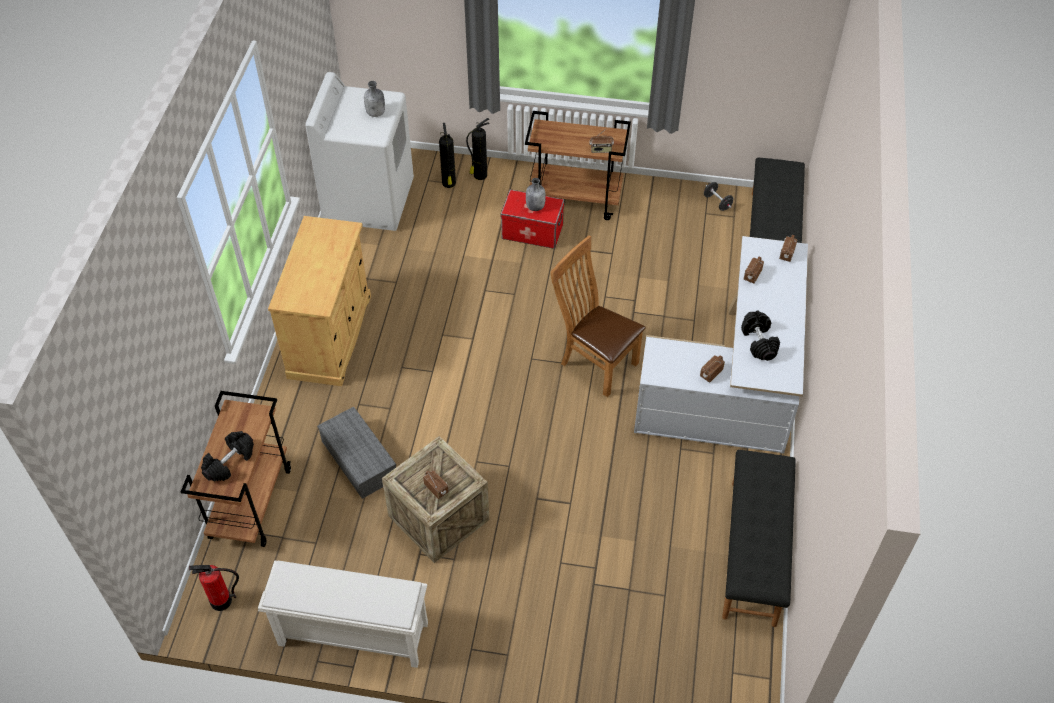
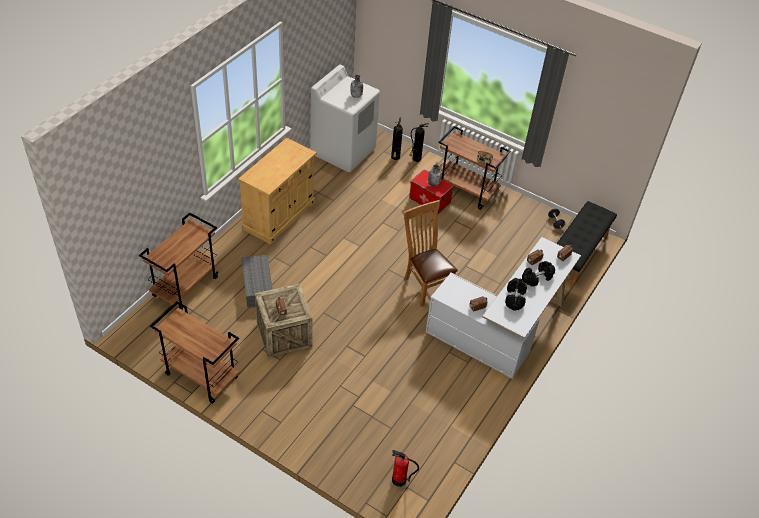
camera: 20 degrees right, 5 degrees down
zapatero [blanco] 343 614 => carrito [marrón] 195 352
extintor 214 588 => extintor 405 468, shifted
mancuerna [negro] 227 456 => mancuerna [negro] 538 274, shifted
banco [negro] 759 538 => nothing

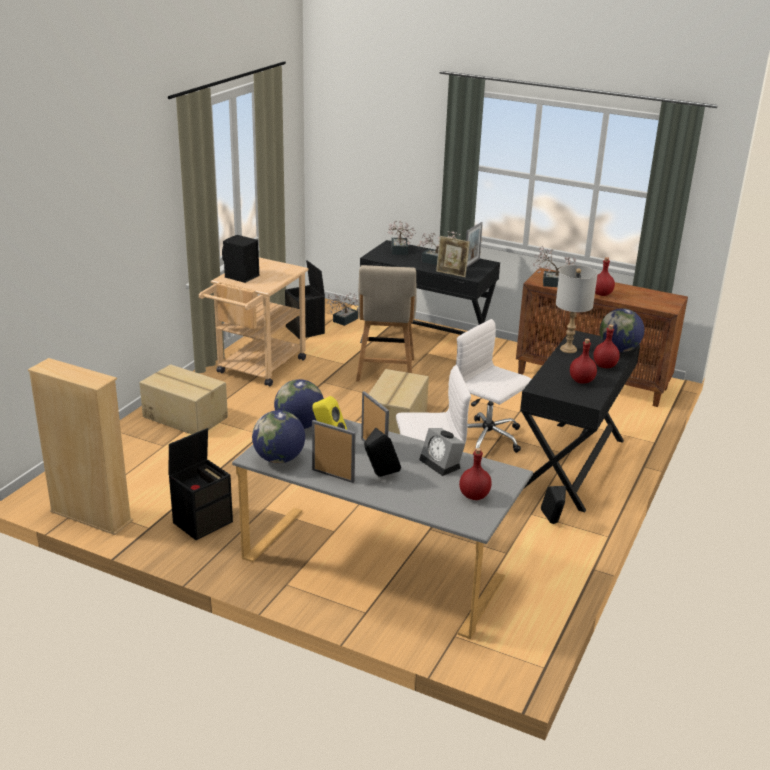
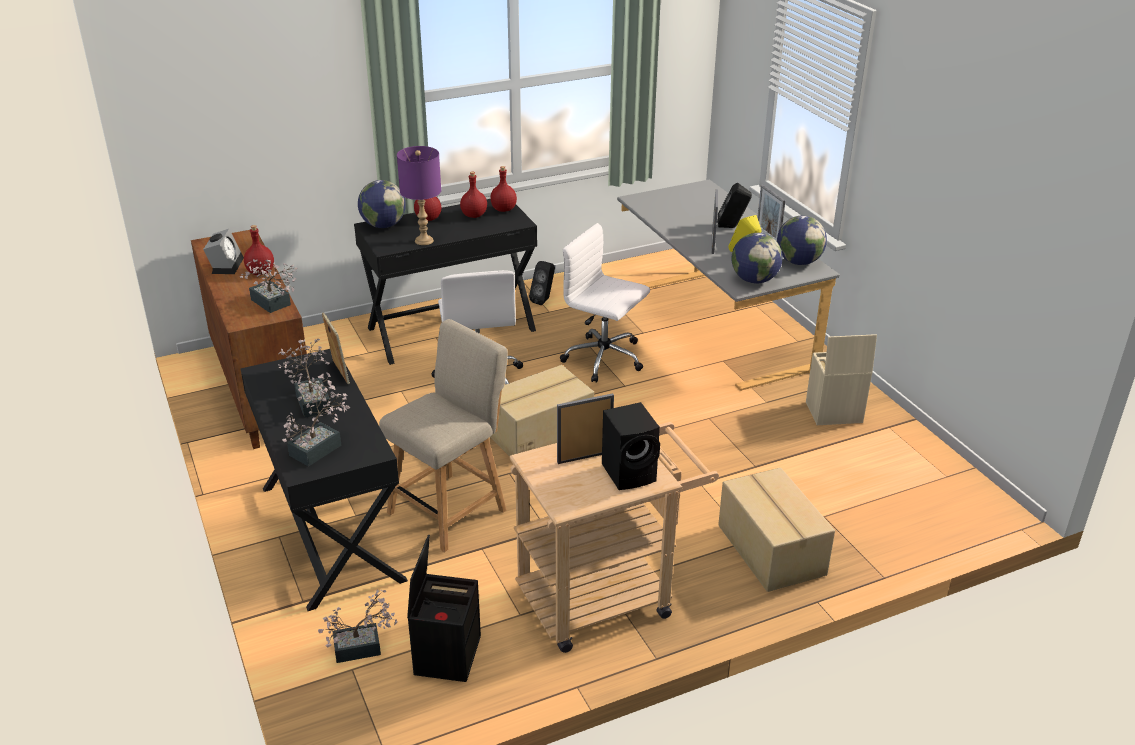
camera: 140 degrees left, 5 degrees up
despertador 442 452 => despertador 223 251, shifted
lámpara de mesa [gris] 577 309 => lámpara de mesa [morado] 419 195
botella [rojo] 475 474 => botella [rojo] 503 189, shifted
portarretratos 474 244 => portarretratos 585 428, shifted
caja de almacenaje [negro] 201 484 => caja de almacenaje [beis] 841 379
estantería [beis] 80 446 => nothing

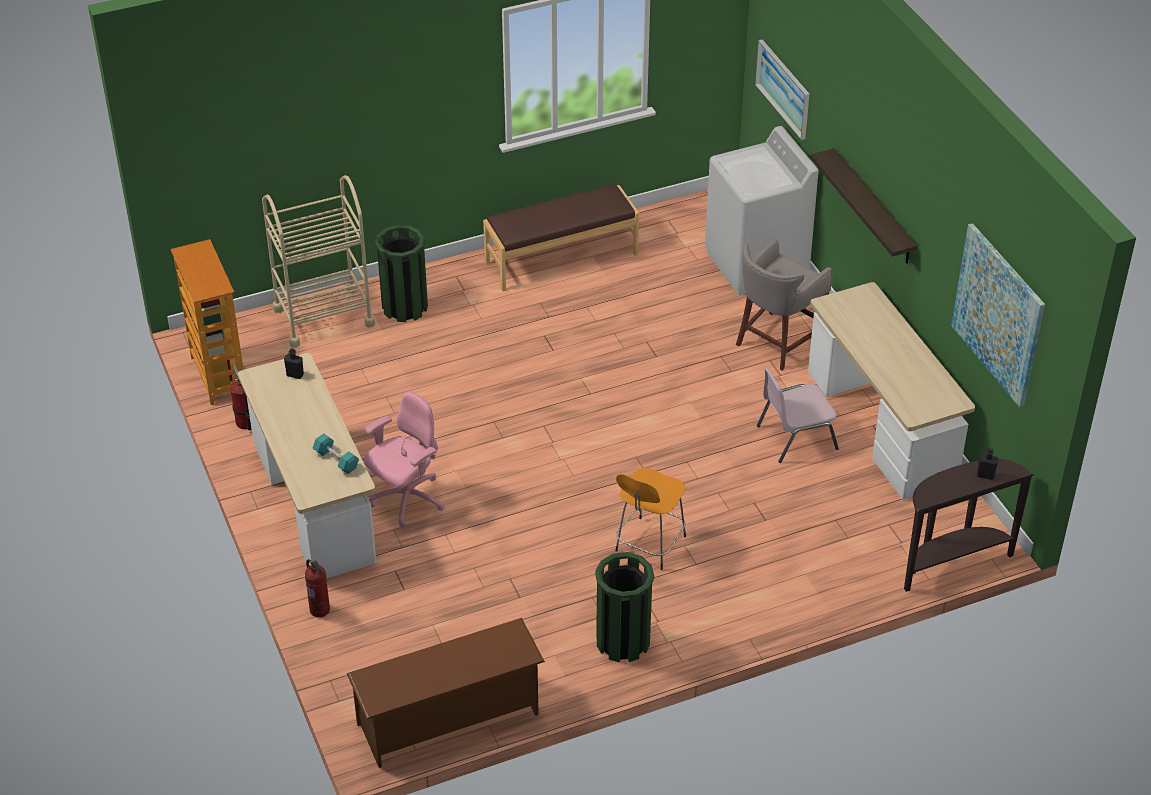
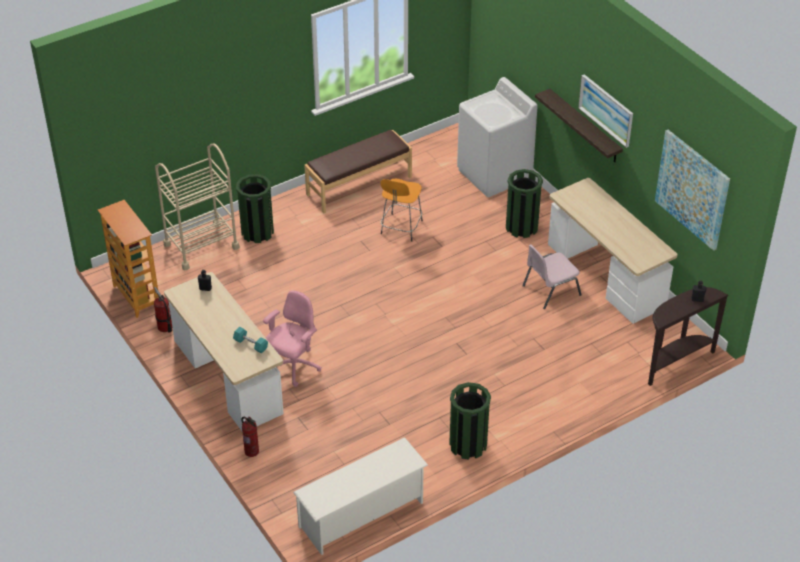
camera: 10 degrees left, 0 degrees up
zapatero [marrón] 446 693 => zapatero [blanco] 360 496
taburete [naranja] 650 519 => taburete [naranja] 401 210, shifted
taburete [gris] 784 305 => papelera [verde] 524 203
cuadro 782 89 => cuadro 605 111, shifted

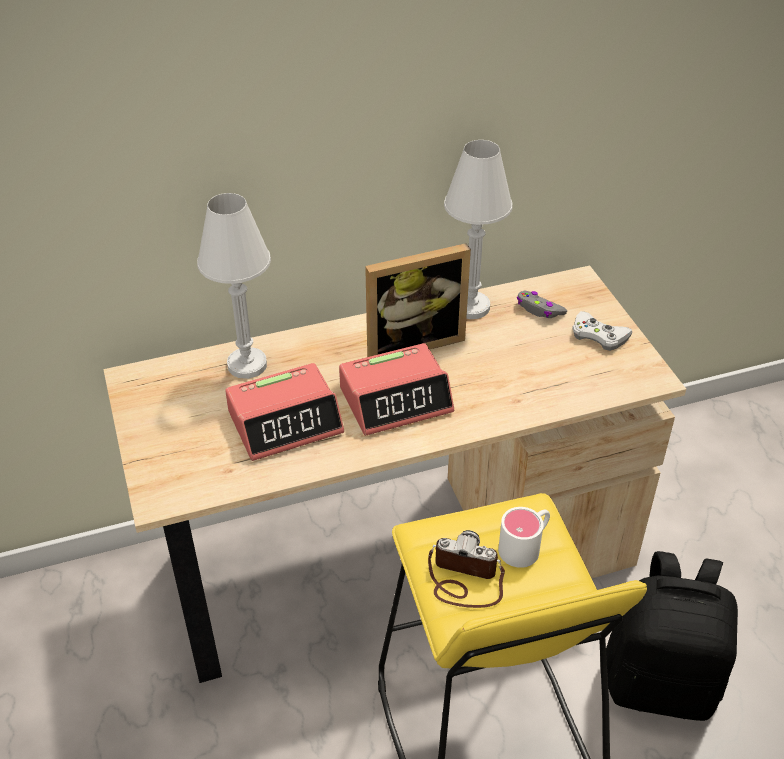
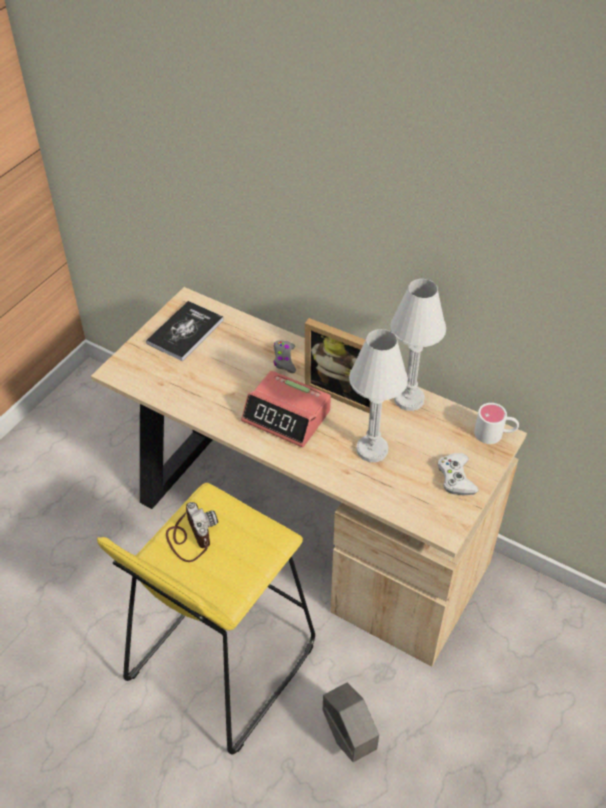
camera: 50 degrees right, 5 degrees up
nothing => libro 185 331
mando de consola [gris] 542 304 => mando de consola [gris] 285 356, shifted
mochila [negro] 672 636 => maceta [gris] 351 722
lámpara de mesa [blanco] 234 286 => lámpara de mesa [blanco] 378 395, shifted
taza grande [blanco] 524 537 => taza grande [blanco] 496 423, shifted
despertador 284 412 => nothing

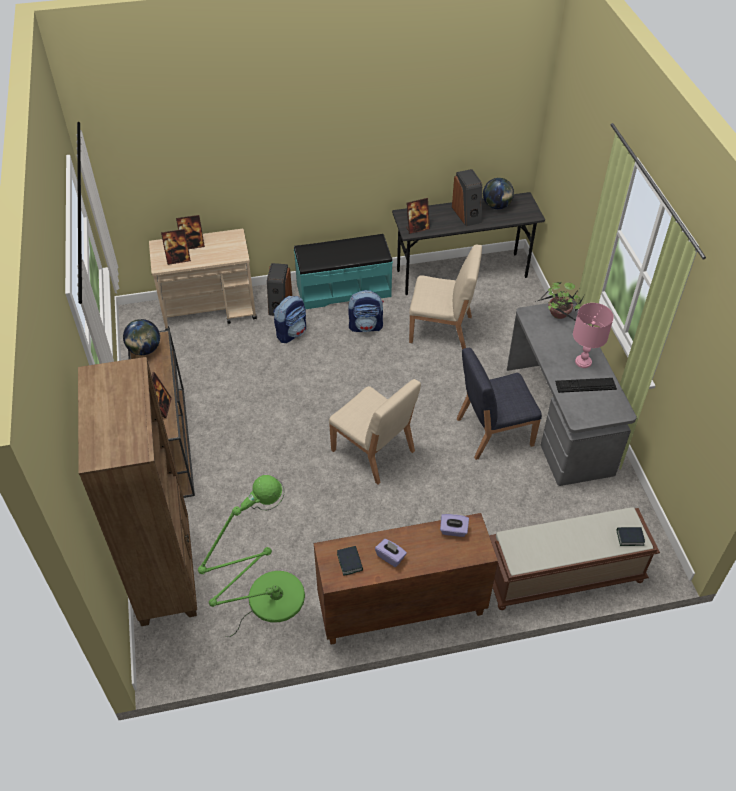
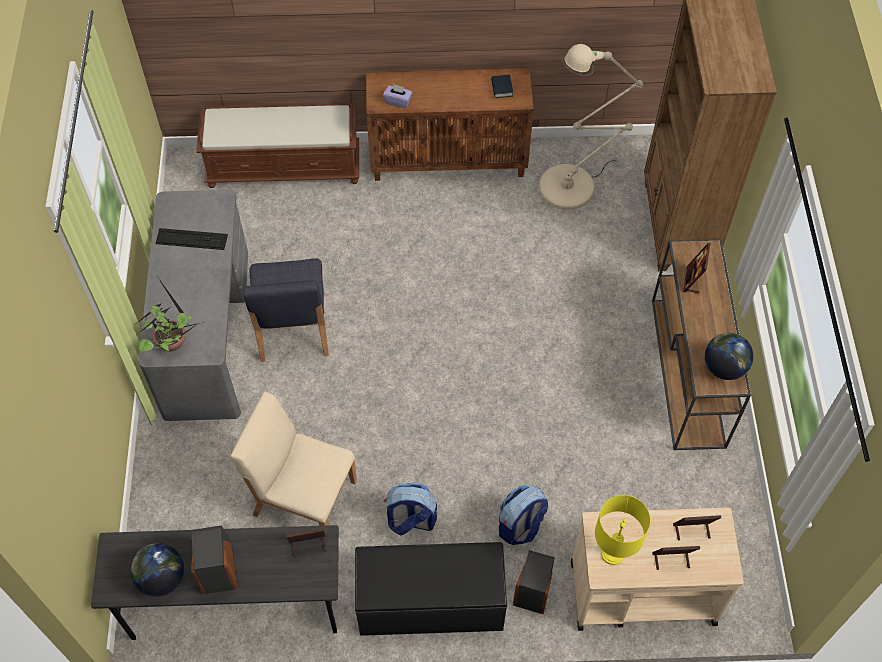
camera: 170 degrees left, 10 degrees up
silla [azul] 499 404 => silla [azul] 286 310, 90 degrees clockwise
banco [turquesa] 343 271 => banco [negro] 431 589
lámpara de pie [verde] 251 556 => lámpara de pie [beis] 591 127
nothing => lámpara de mesa [amarillo] 622 530
silla [beis] 375 431 => nothing
caja de pañuelos [morado] 391 553 => nothing
lámpara de mesa [rosa] 593 335 => nothing
libro 630 536 => nothing

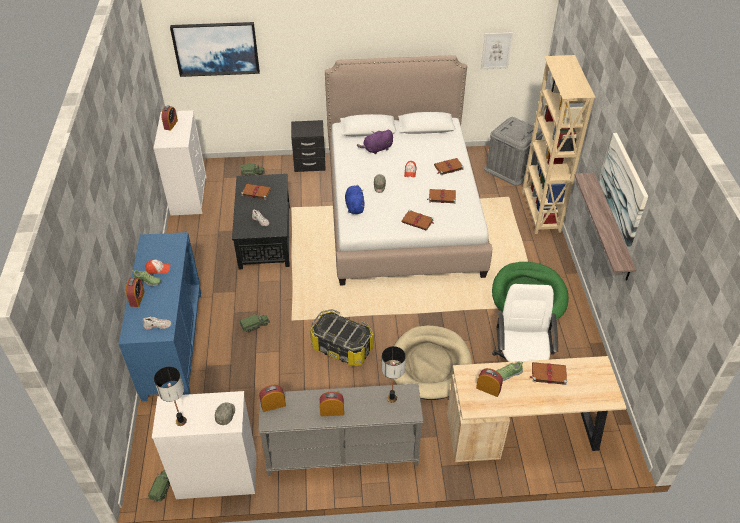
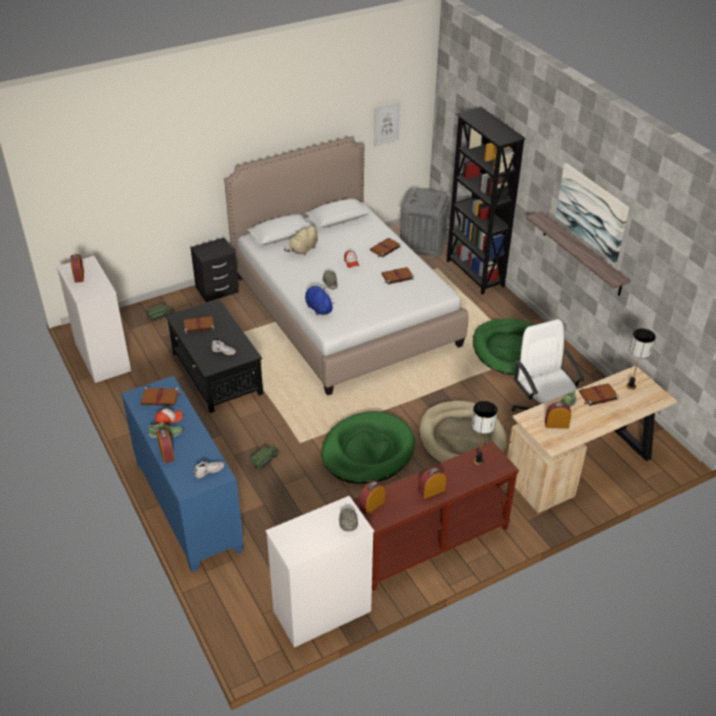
camera: 25 degrees left, 5 degrees down
libro [marrón] 417 220 => libro [marrón] 161 396, shifted
peluche [morado] 375 142 => peluche [beis] 301 240
caja de almacenaje 342 337 => cama para perro [verde] 368 447
mesa consola [gris] 340 429 => mesa consola [marrón] 435 516
estantería [beis] 559 144 => estantería [negro] 486 201
lámpara de mesa 170 396 => lámpara de mesa 641 359, shifted
camión de juguete 159 486 => nothing
cuadro 215 49 => nothing

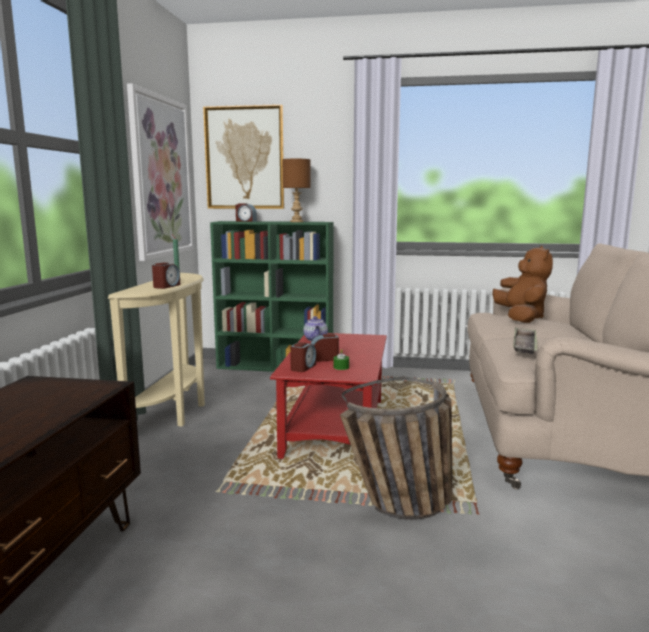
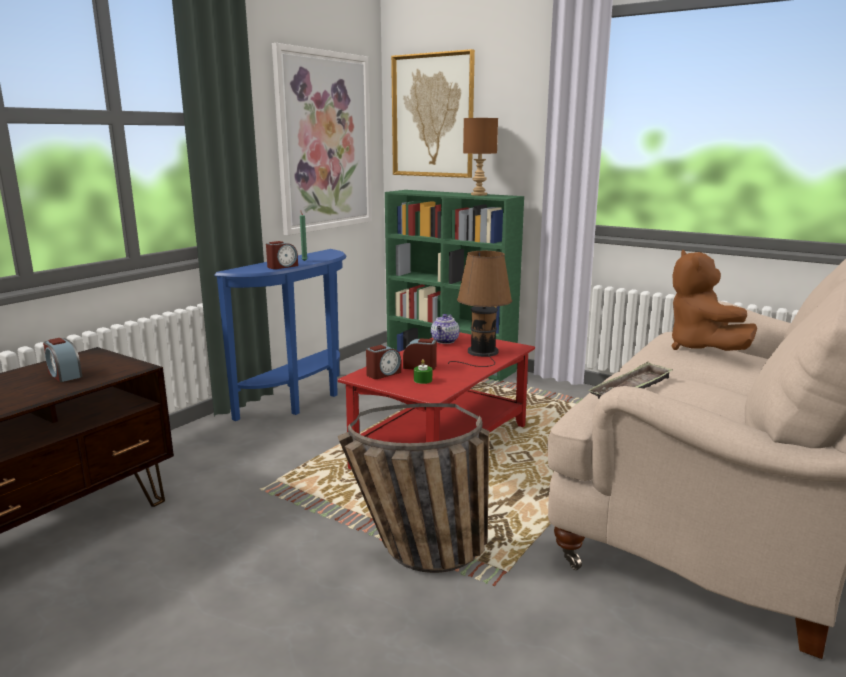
camera: 25 degrees right, 5 degrees up
despertador 246 212 => despertador 62 360, shifted
mesa consola [beis] 156 350 => mesa consola [azul] 280 335
nothing => lámpara de mesa [marrón] 480 309
peluche [marrón] 522 284 => peluche [marrón] 714 300, 150 degrees clockwise

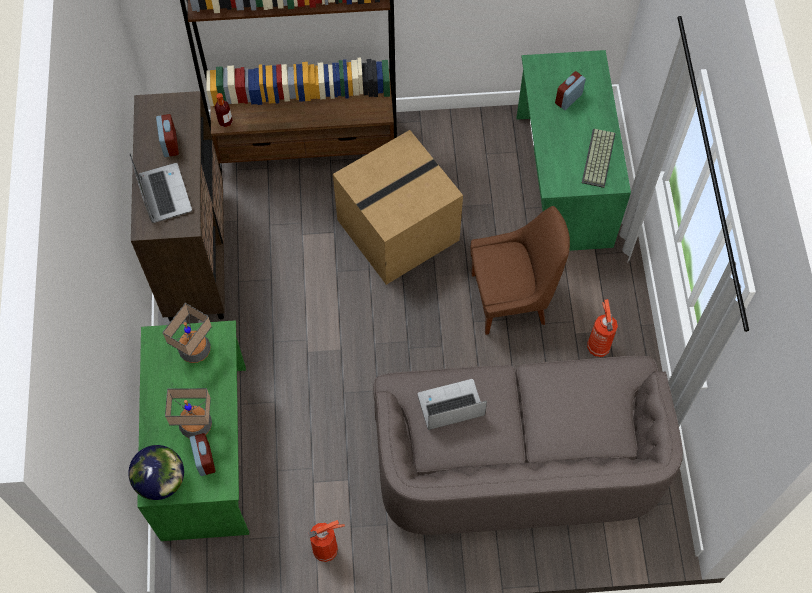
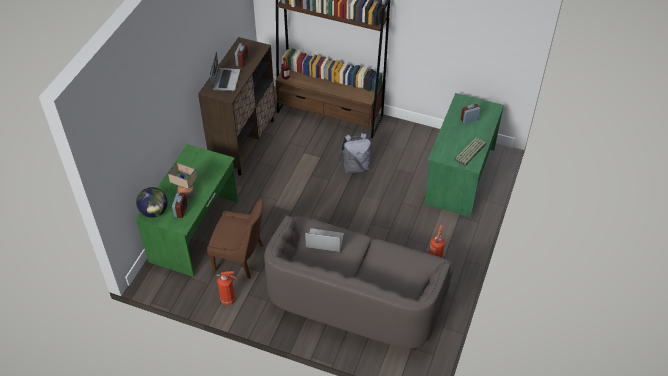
camera: 25 degrees right, 15 degrees down
silla [marrón] 520 270 => silla [marrón] 235 238, shifted
caja de cartón 398 207 => mochila [gris] 355 153
lámpara de mesa 187 333 => nothing

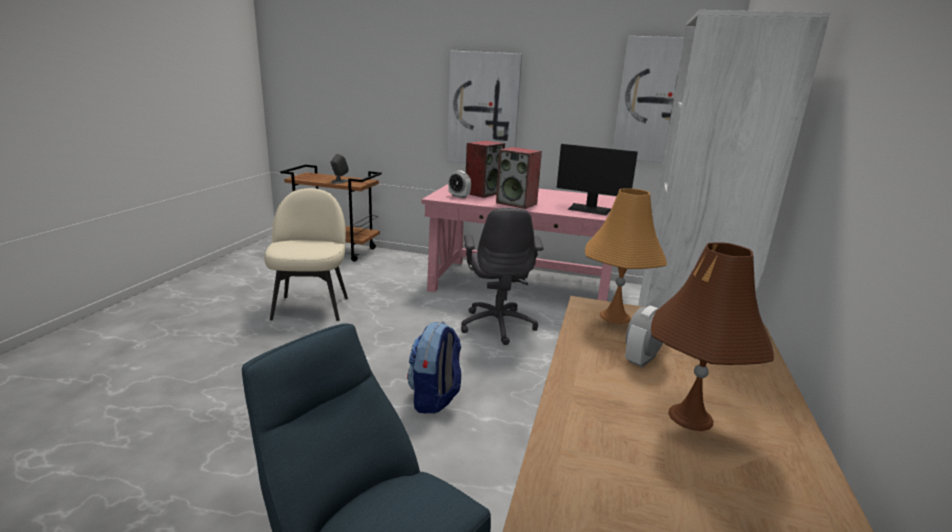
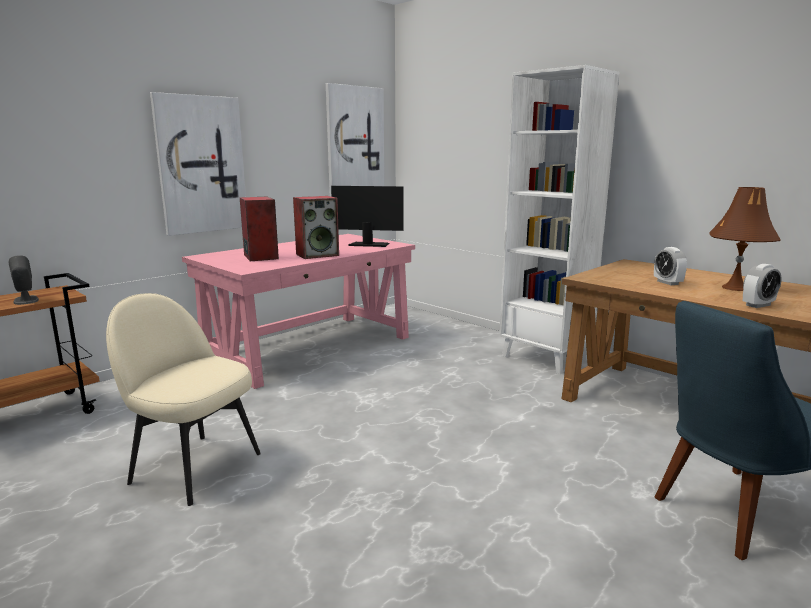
camera: 60 degrees left, 5 degrees down
monitor 597 179 => monitor 367 216, 135 degrees counterclockwise
despertador 459 184 => despertador 762 286, shifted
mochila 434 367 => nothing
silla de oficina [gris] 502 276 => nothing
lámpara de mesa [naranja] 626 256 => nothing

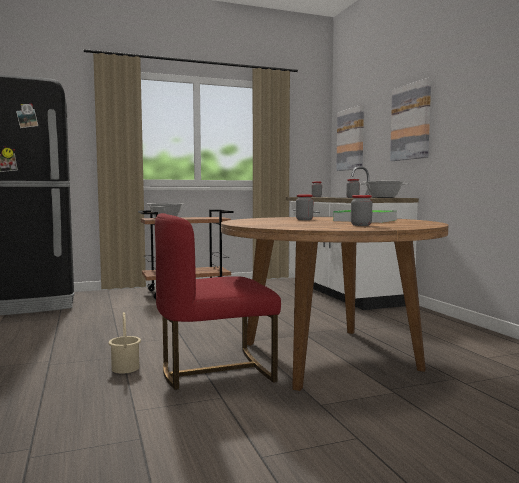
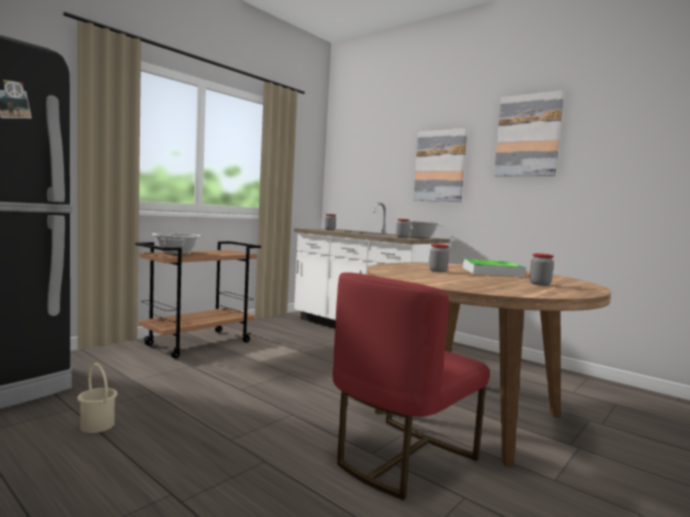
camera: 30 degrees left, 0 degrees up
cubo [beis] 125 343 => cubo [beis] 97 398, shifted
cuadro 350 138 => cuadro 529 133, shifted

